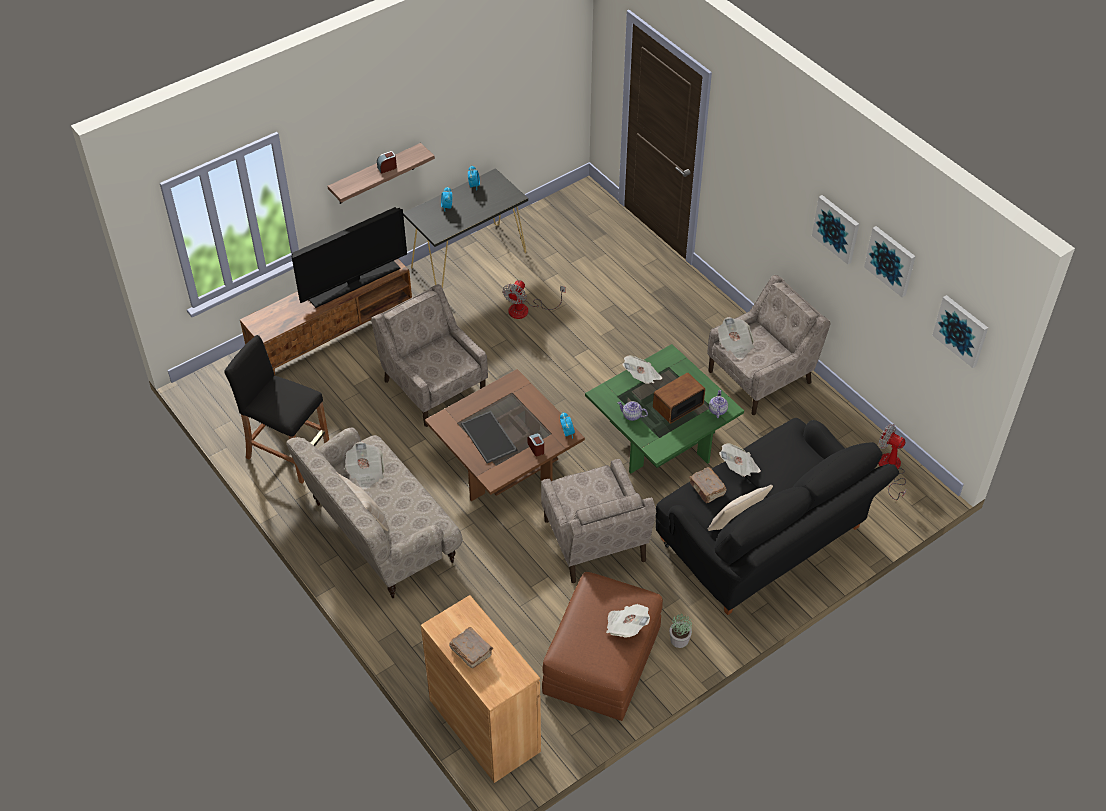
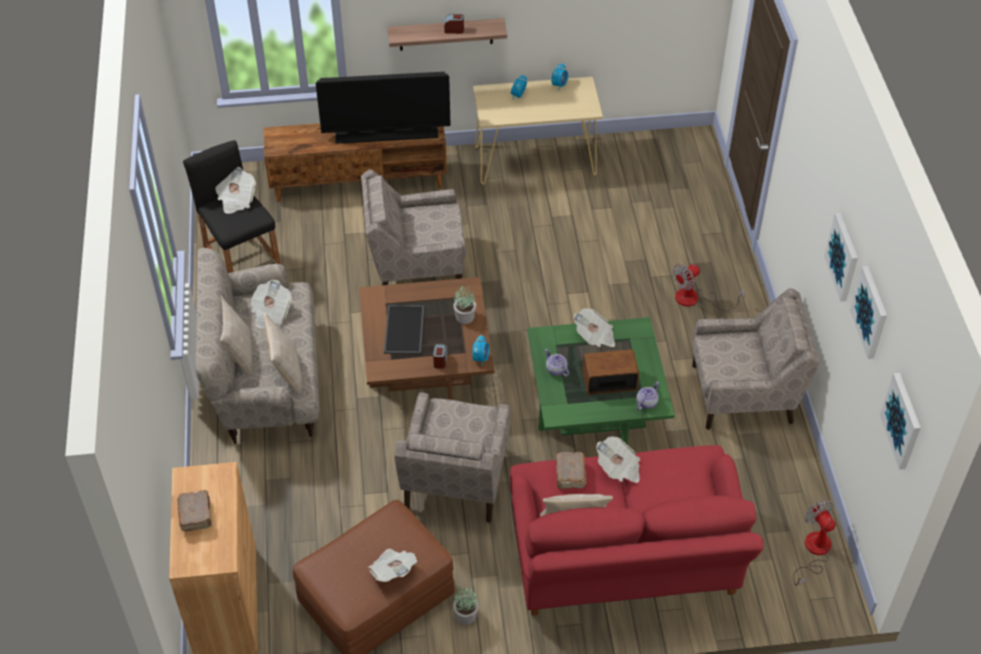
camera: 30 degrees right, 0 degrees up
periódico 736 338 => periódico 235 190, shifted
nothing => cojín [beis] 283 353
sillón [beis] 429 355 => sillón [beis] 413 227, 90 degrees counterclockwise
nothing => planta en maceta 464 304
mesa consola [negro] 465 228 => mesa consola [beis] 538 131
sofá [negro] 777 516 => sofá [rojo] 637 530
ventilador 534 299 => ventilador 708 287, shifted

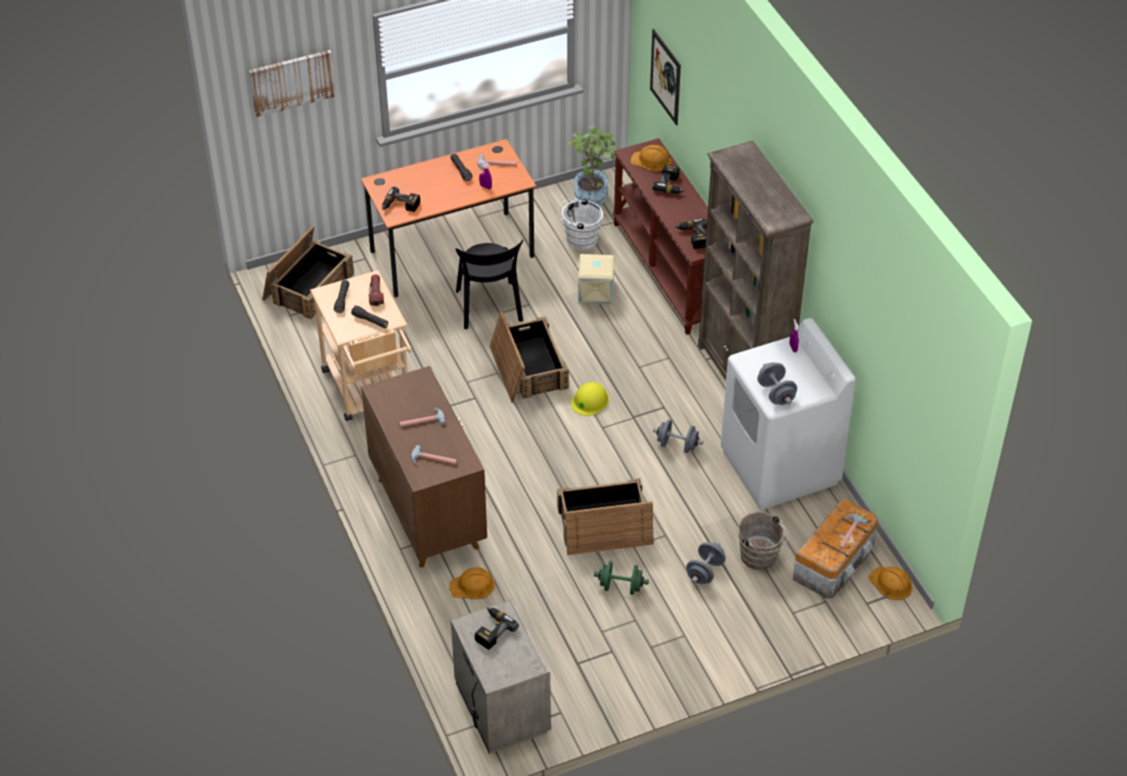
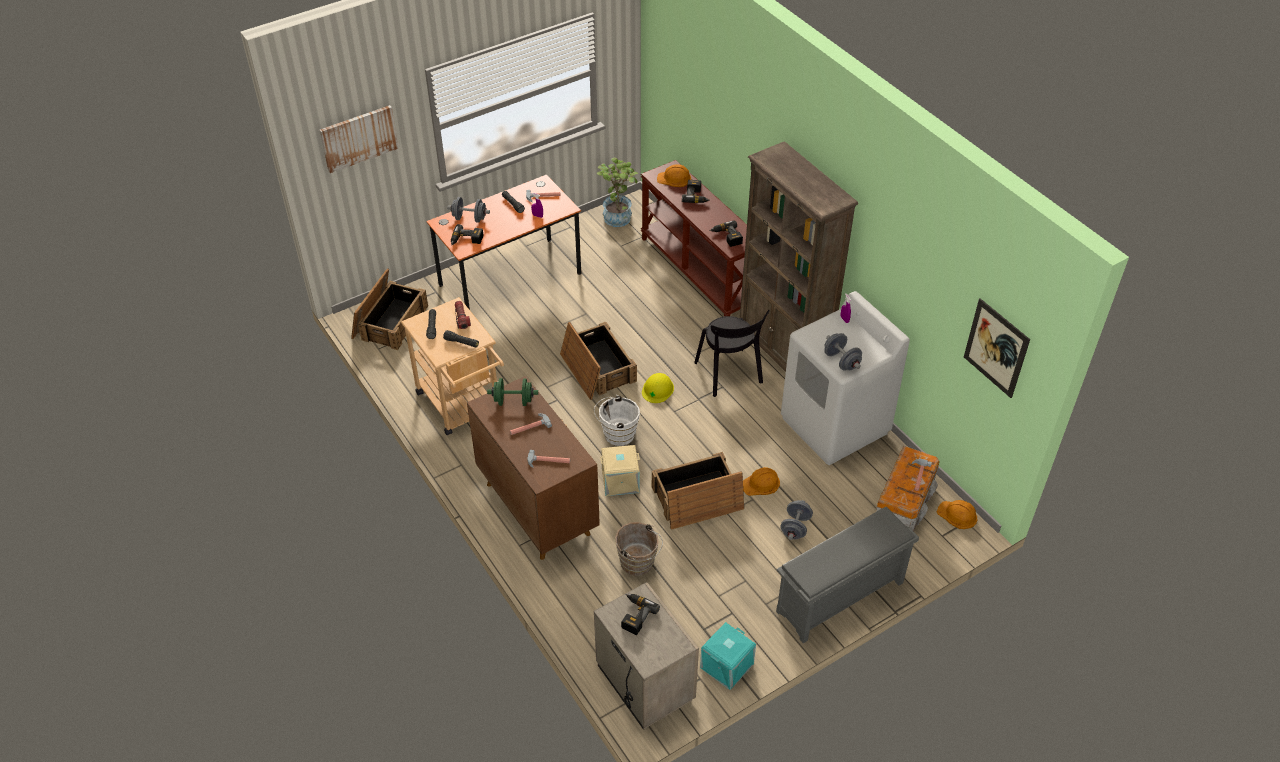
camera: 10 degrees left, 0 degrees up
mancuerna [gris] 678 436 => mancuerna [gris] 468 210, shifted
mancuerna [verde] 621 578 => mancuerna [verde] 512 392, shifted
cubo [blanco] 580 223 => cubo [blanco] 617 420, shifted
caja de almacenaje [beis] 596 279 => caja de almacenaje [beis] 620 470, shifted
cubo [marrón] 763 541 => cubo [marrón] 639 549, shifted
silla [negro] 489 284 => silla [negro] 731 353, shifted
nothing => caja de almacenaje [turquesa] 728 656
casco [naranja] 472 583 => casco [naranja] 761 481, shifted
nothing => zapatero [gris] 847 575
cuadro 665 77 => cuadro 997 348, shifted

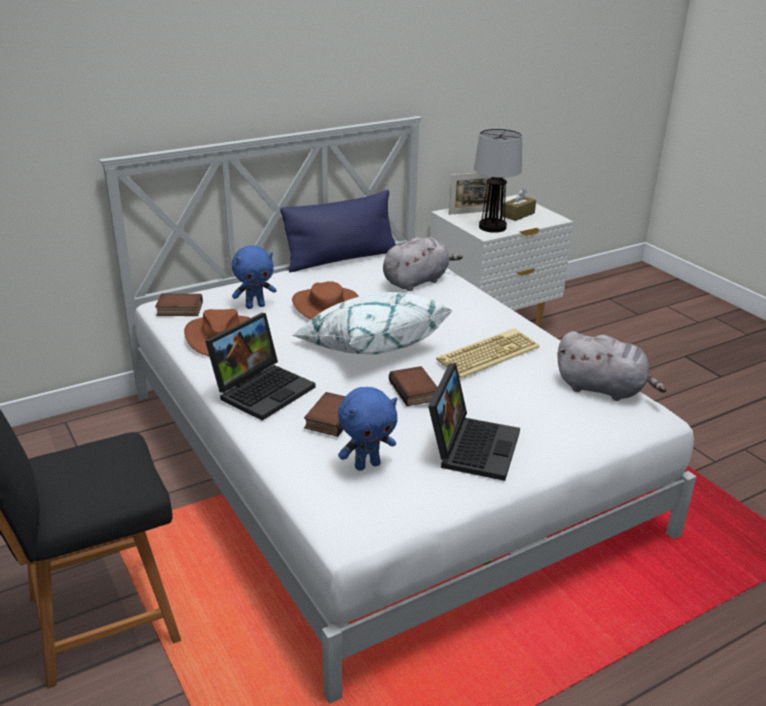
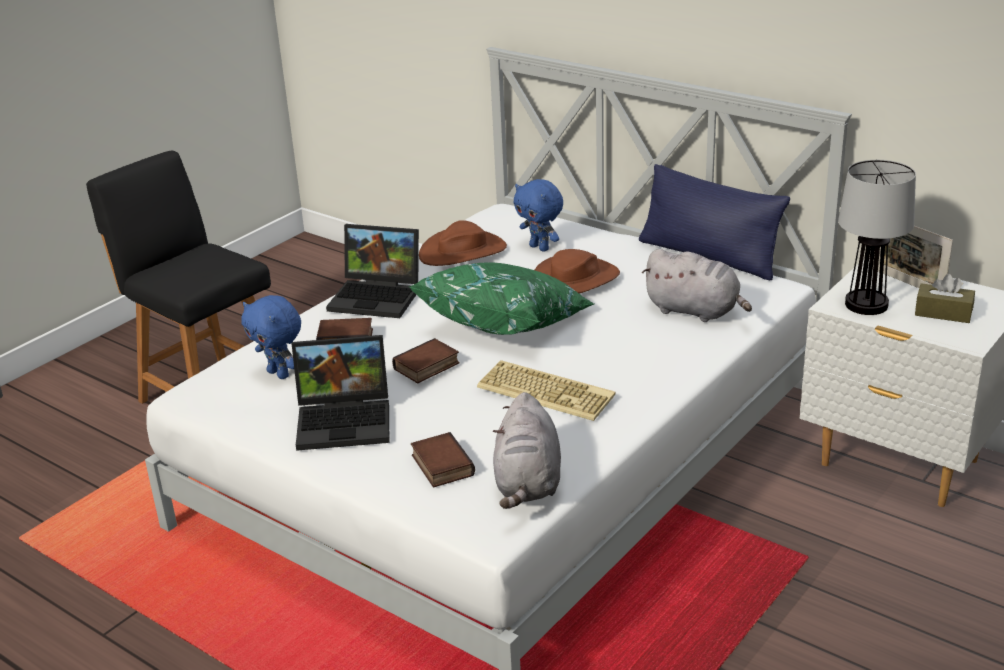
camera: 70 degrees right, 0 degrees up
cojín [blanco] 373 323 => cojín [verde] 502 298
libro 179 305 => libro 443 459, shifted

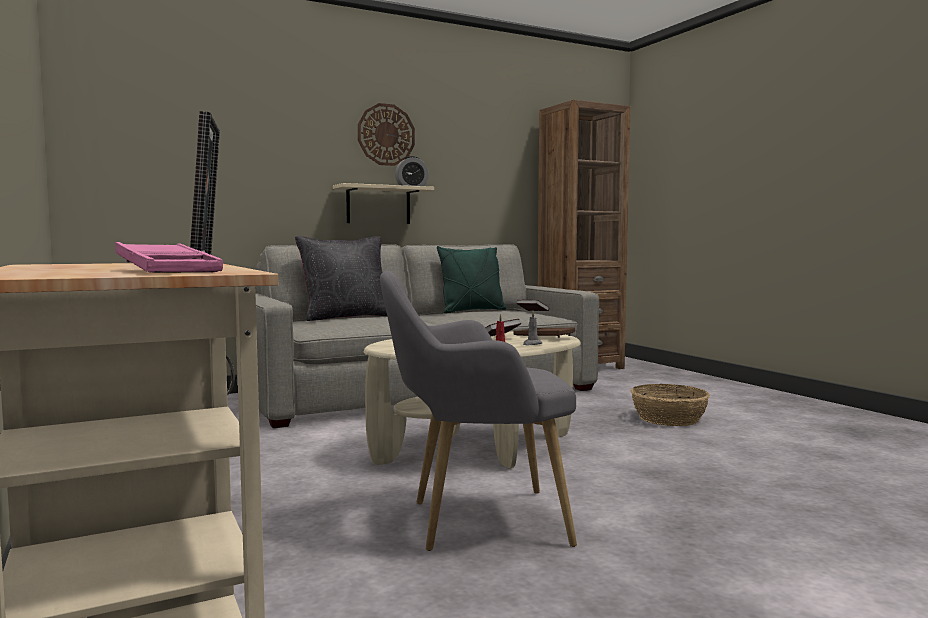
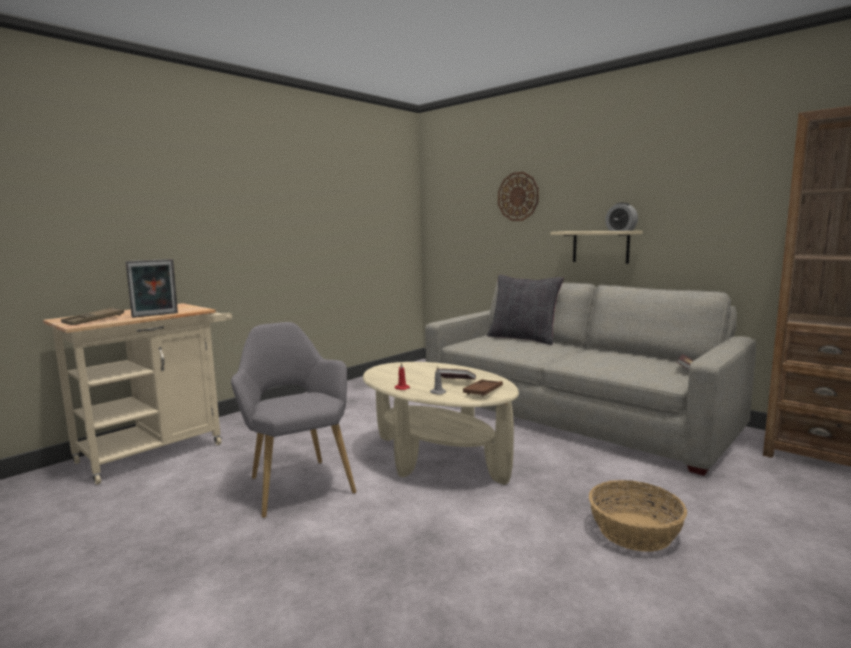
camera: 70 degrees right, 5 degrees up
bandeja [rosa] 169 257 => bandeja [marrón] 92 316
reloj de pared 386 134 => reloj de pared 518 196, shifted
cojín [verde] 471 280 => nothing

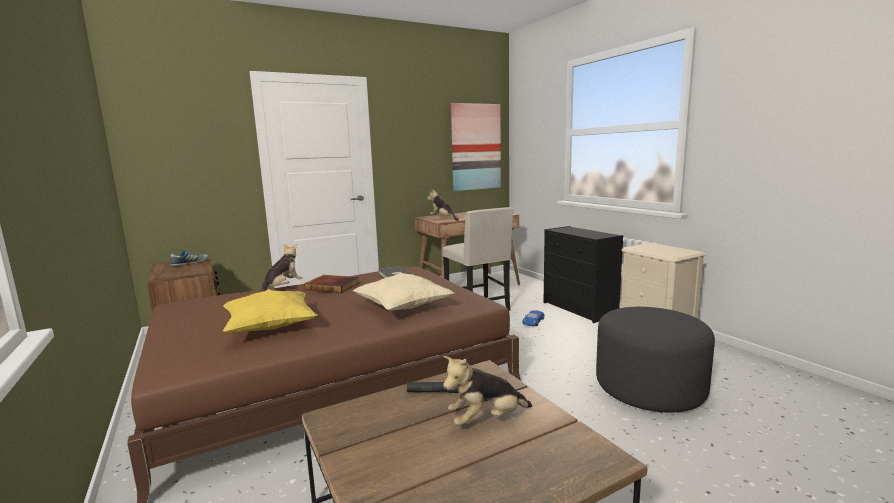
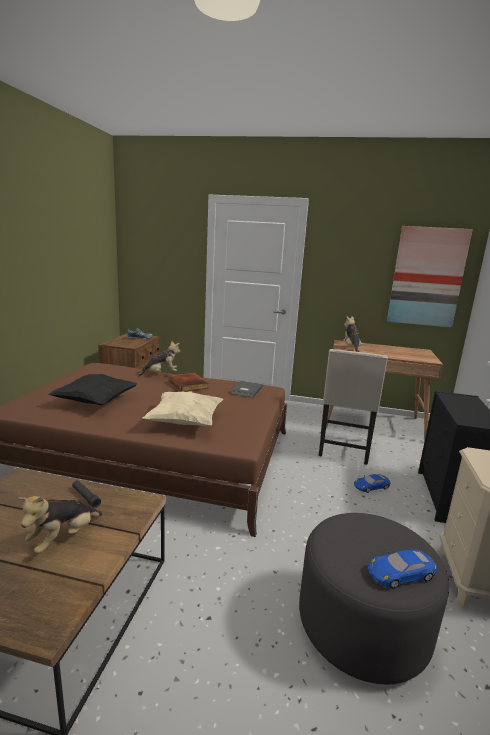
camera: 40 degrees right, 5 degrees up
peluche 487 391 => peluche 60 525, 75 degrees counterclockwise
cojín [amarillo] 270 311 => cojín [negro] 93 389
nothing => coche de juguete [azul] 402 569

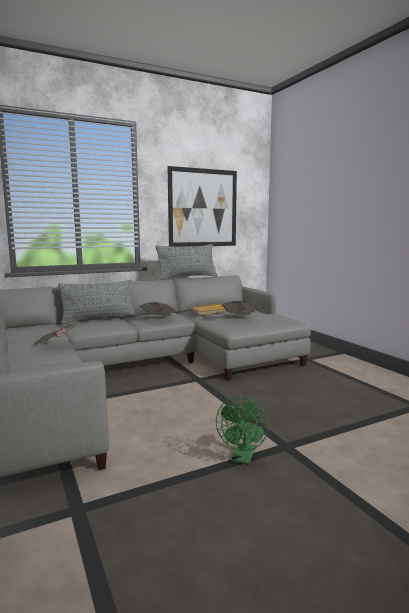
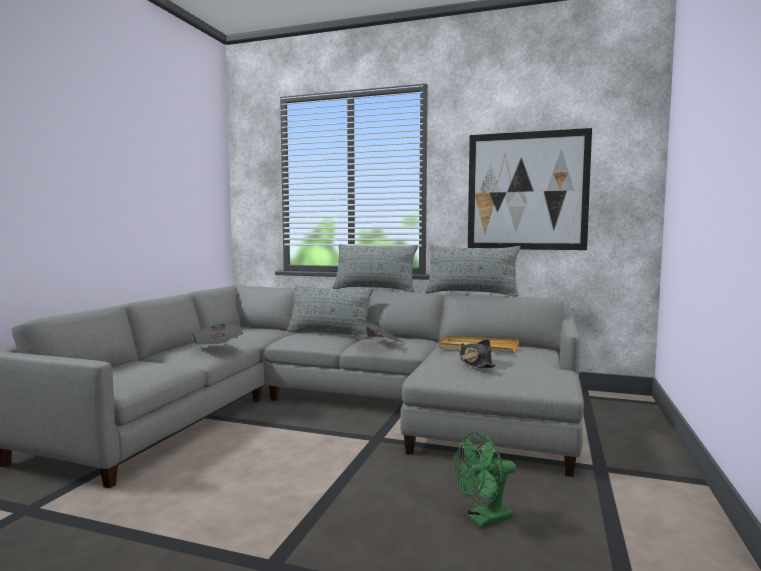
camera: 45 degrees right, 5 degrees down
nothing => cojín [gris] 375 268
ventilador [verde] 242 431 => ventilador [verde] 485 479, shifted
periódico 239 308 => sombrero [negro] 477 353

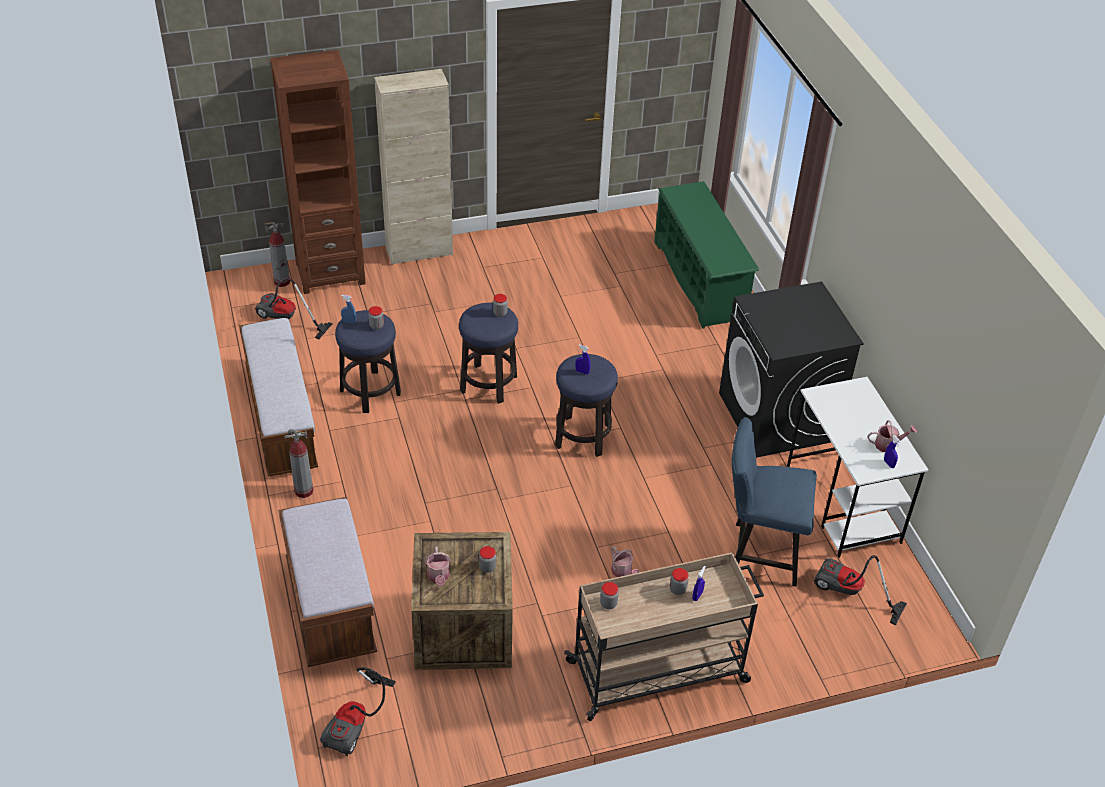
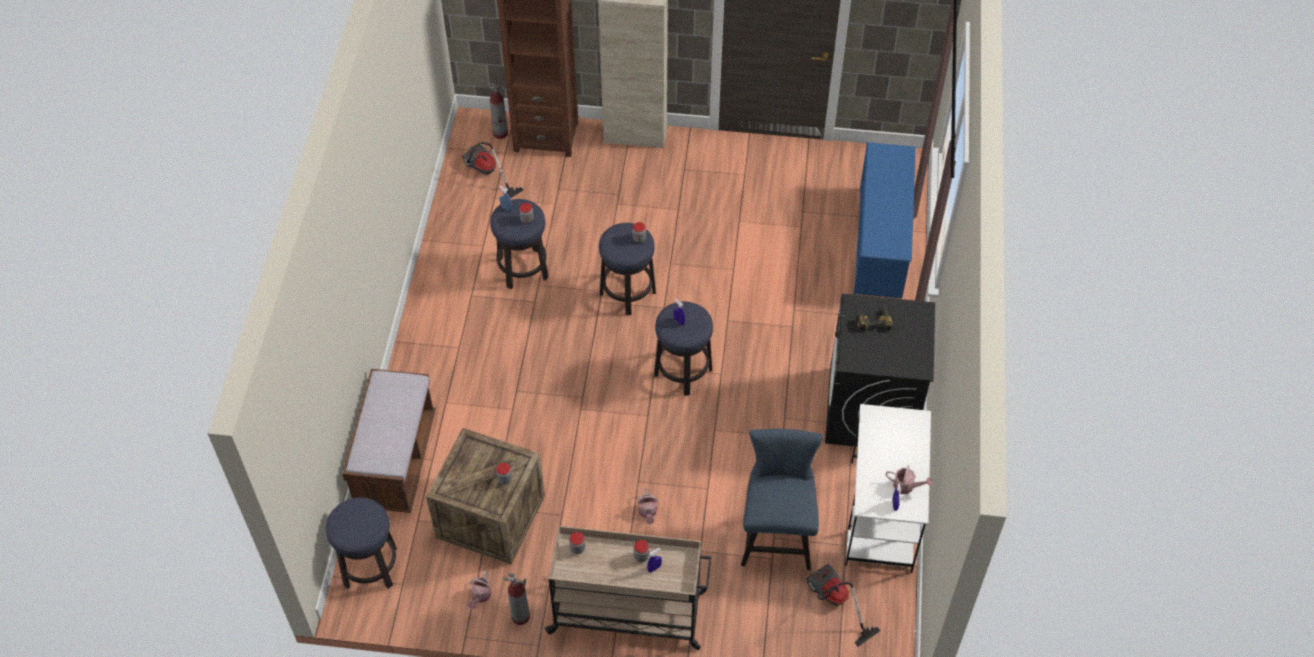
camera: 25 degrees right, 10 degrees up
aspiradora 358 711 => taburete 361 543
regadera 438 566 => regadera 479 590, shifted
extintor 299 463 => extintor 517 599, shifted
silla [azul] 774 502 => silla [azul] 782 499, 60 degrees clockwise
zapatero [verde] 706 255 => zapatero [azul] 884 220
nothing => taladro 874 318
banco 278 397 => nothing

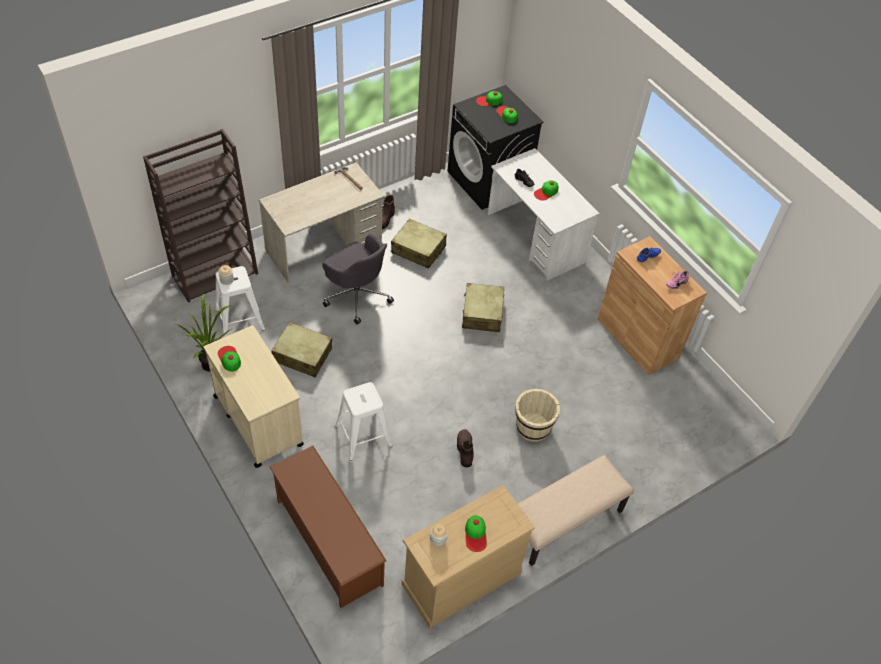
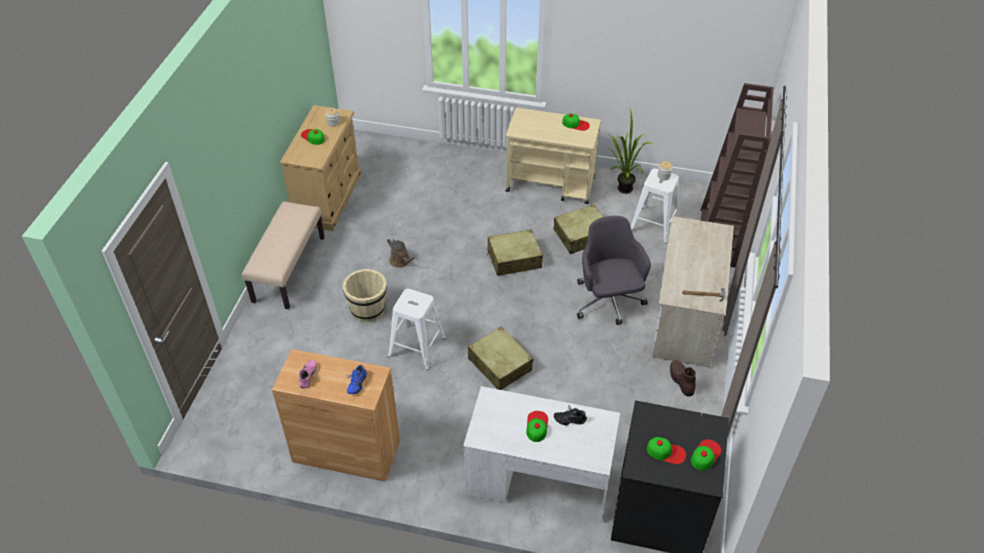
camera: 140 degrees right, 5 degrees down
bota [marrón] 465 448 => regadera [marrón] 402 252
taburete [blanco] 363 421 => taburete [blanco] 417 329, shifted
maleta [beis] 419 244 => maleta [beis] 515 253, shifted
silla de oficina [gris] 358 278 => silla de oficina [gris] 614 270, 75 degrees clockwise
zapatero [marrón] 328 527 => nothing

